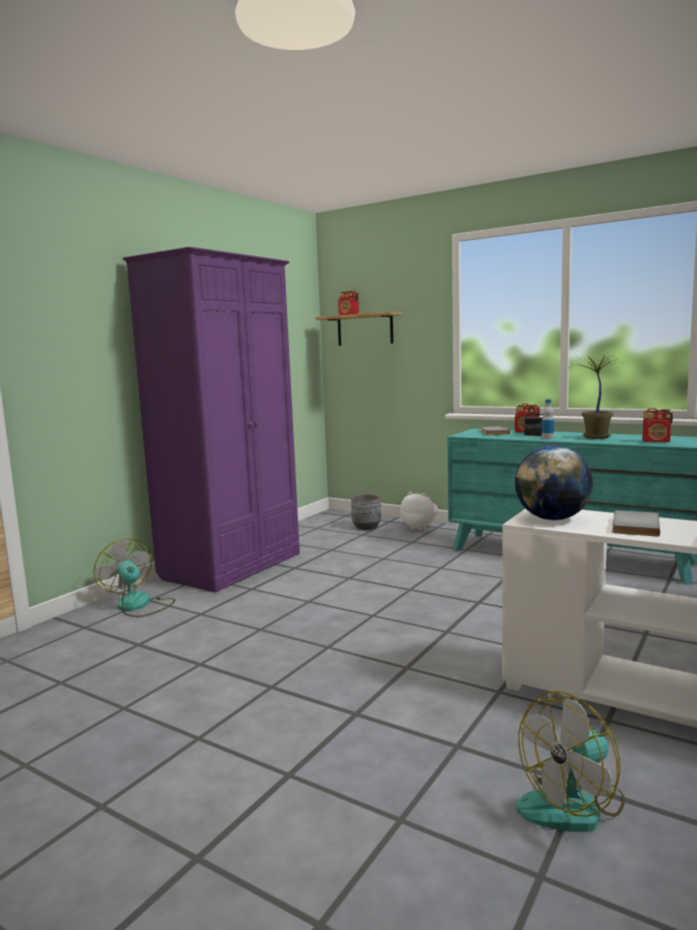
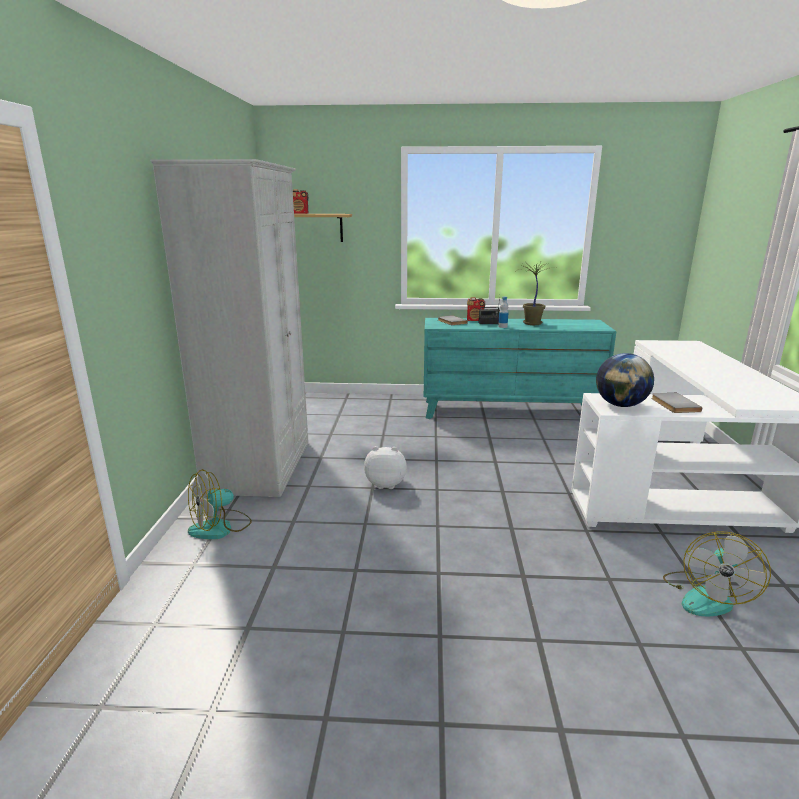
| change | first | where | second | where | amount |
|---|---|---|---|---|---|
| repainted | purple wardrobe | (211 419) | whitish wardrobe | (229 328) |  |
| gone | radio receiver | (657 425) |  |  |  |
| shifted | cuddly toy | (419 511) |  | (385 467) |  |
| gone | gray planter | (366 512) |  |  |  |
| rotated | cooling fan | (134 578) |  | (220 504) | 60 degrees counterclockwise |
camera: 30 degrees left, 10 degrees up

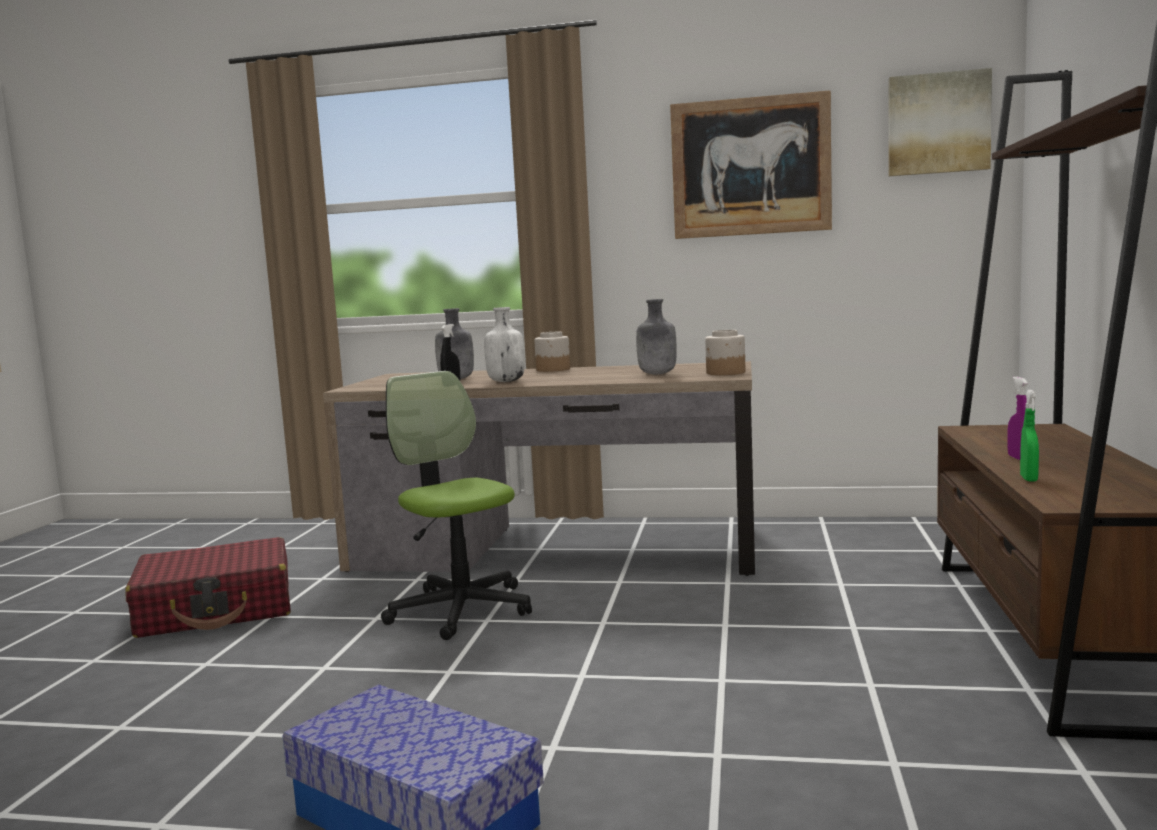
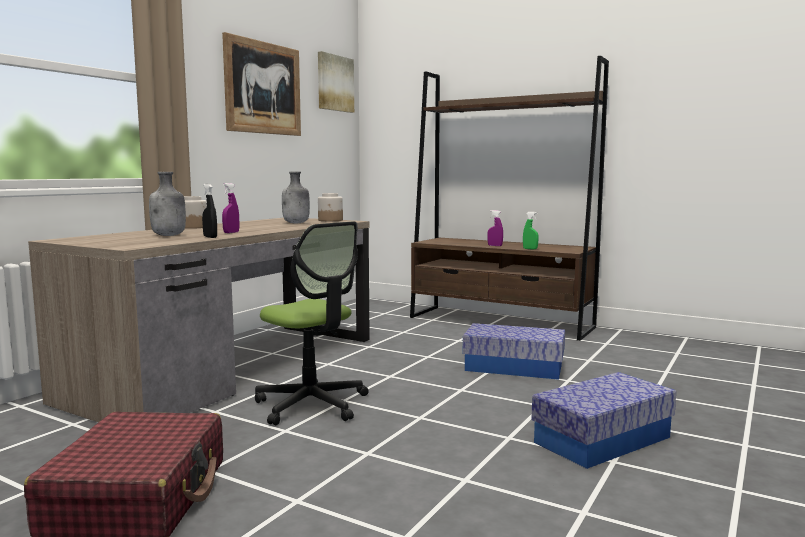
| change | first | where | second | where | amount |
|---|---|---|---|---|---|
| swapped | whitish bottle | (504 344) | purple hand sprayer | (230 208) |  |
| rotated | desk chair | (456 505) |  | (312 323) | 120 degrees counterclockwise |
| new |  |  | storage container | (514 351) |  |
camera: 70 degrees left, 0 degrees up

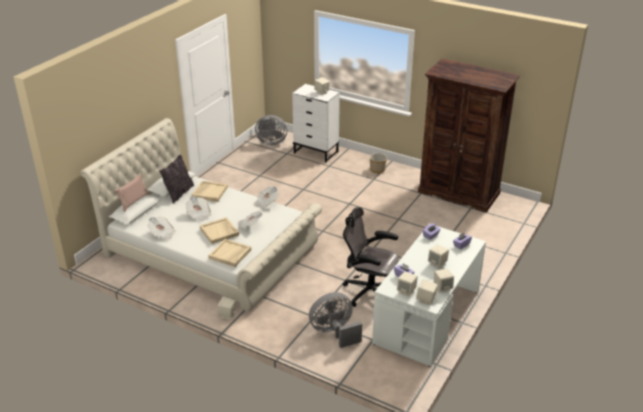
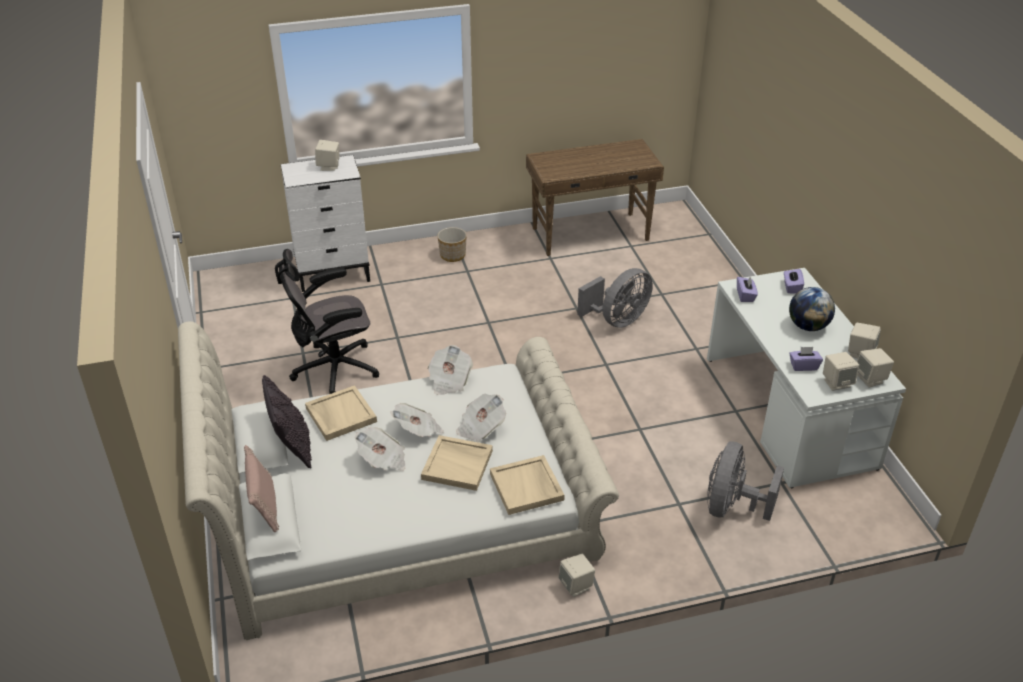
| change | first | where | second | where | amount |
|---|---|---|---|---|---|
| swapped | brown-coloured wardrobe | (469 135) | brown-coloured narrow table | (595 197) |  |
| shifted | gray cooling fan | (271 130) |  | (615 298) |  |
| shifted | desk chair | (371 257) |  | (327 321) |  |
| shifted | daily paper | (161 228) |  | (417 420) |  |
| swapped | beige-coloured loudspeaker | (438 256) | globe | (812 309) |  |
camera: 45 degrees left, 5 degrees up

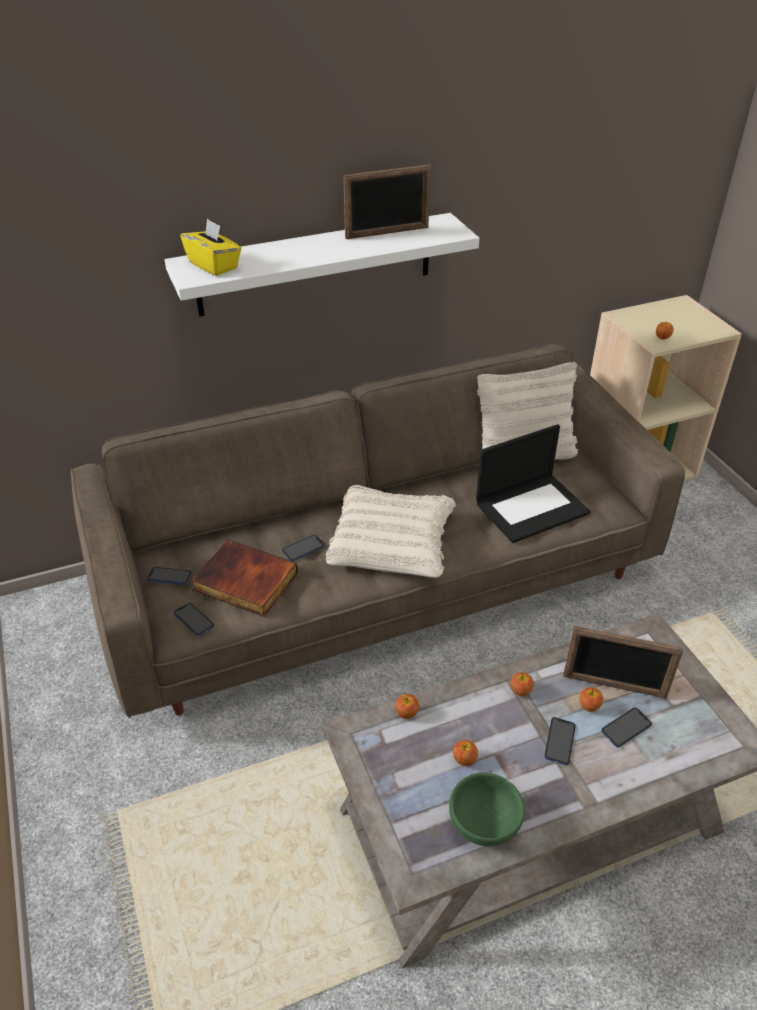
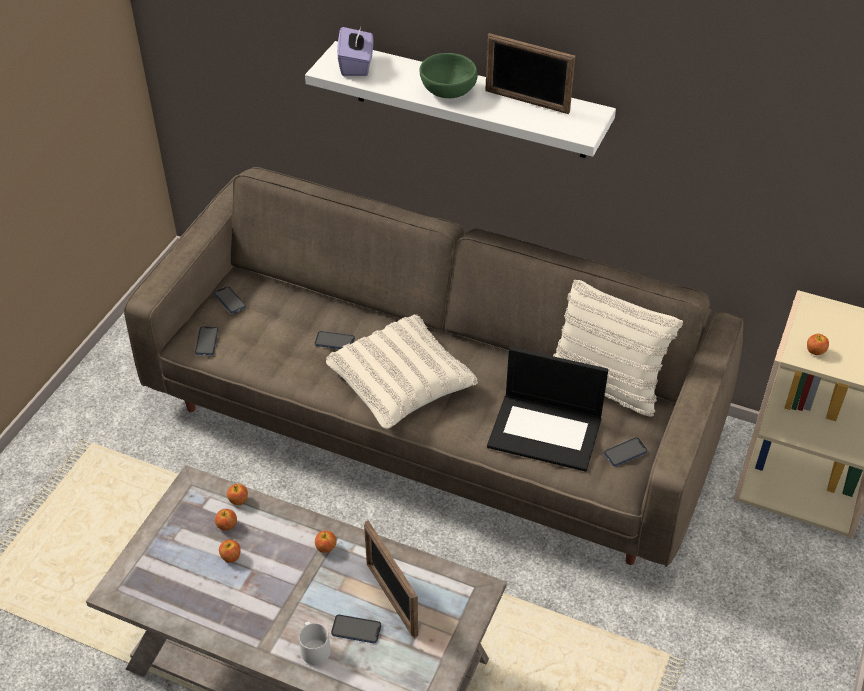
| change | first | where | second | where | amount |
|---|---|---|---|---|---|
| repainted | yellow-coloured box of tissues | (211 247) | purple box of tissues | (355 50) |  |
| gone | book | (244 578) |  |  |  |
| shifted | whole apple | (591 699) |  | (226 519) |  |
| shifted | handset | (560 741) |  | (626 451) |  |
| shifted | green-coloured bowl | (487 809) |  | (449 75) |  |
| new |  |  | gray coffee mug | (315 643) |  |
camera: 45 degrees right, 5 degrees up

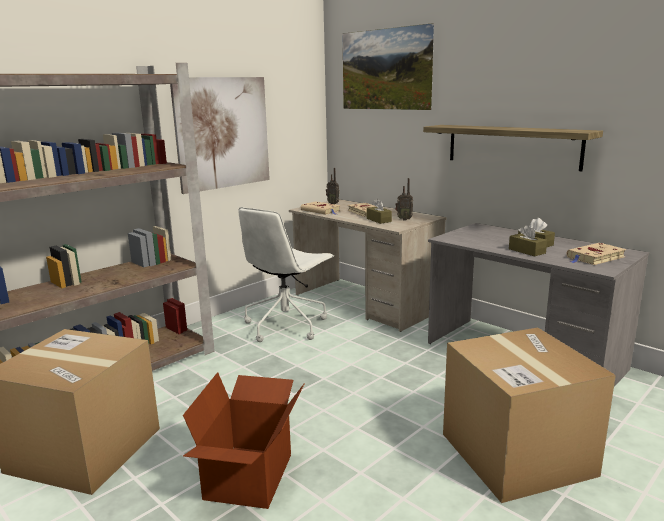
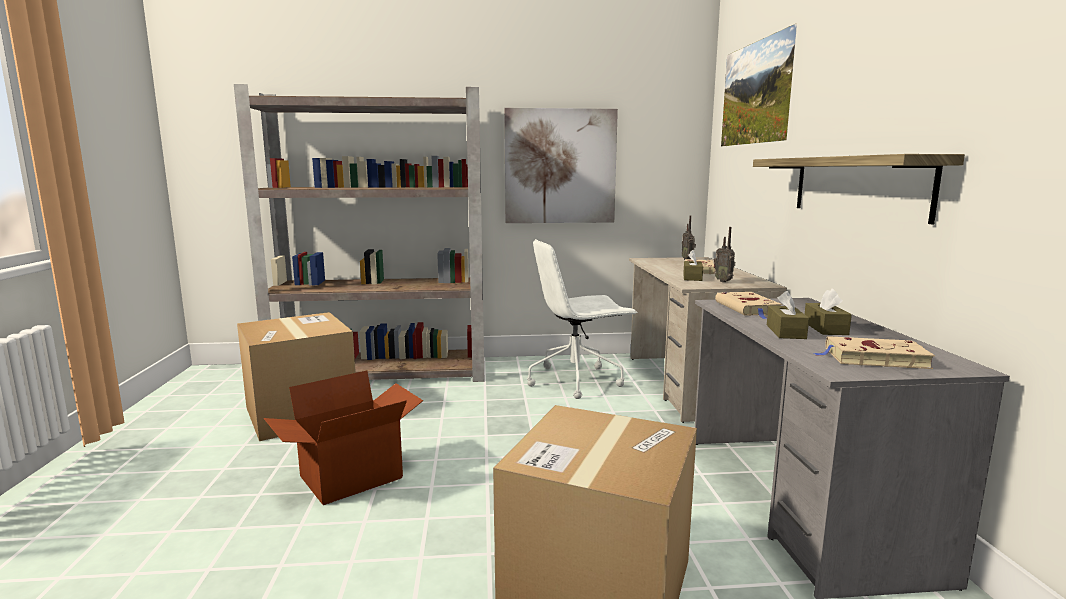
| change | first | where | second | where | amount |
|---|---|---|---|---|---|
| shifted | beige-coloured book | (320 208) |  | (748 305) |  |
camera: 40 degrees right, 5 degrees down

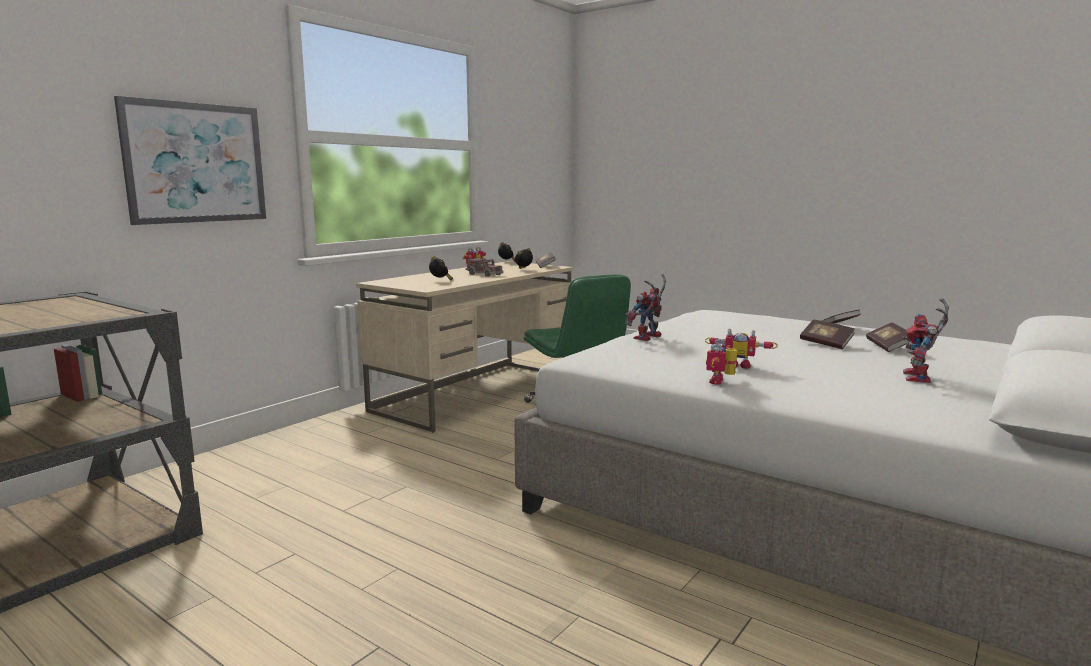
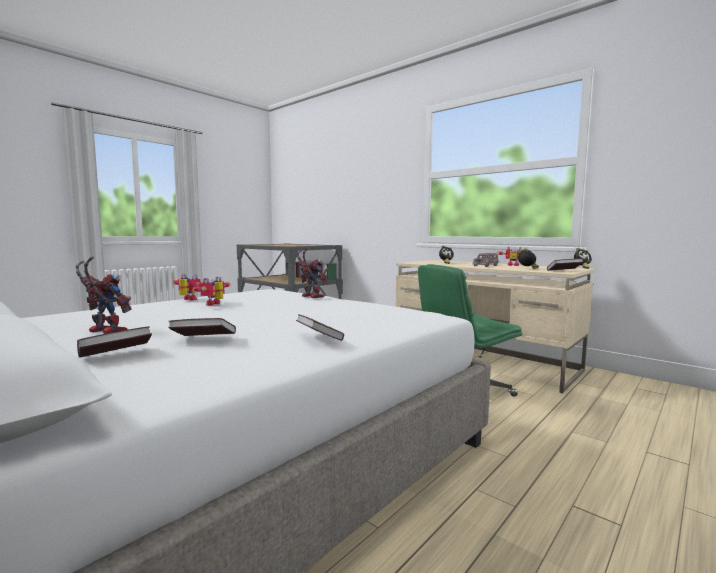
| change | first | where | second | where | amount |
|---|---|---|---|---|---|
| gone | wall art | (190 160) |  |  |  |
| shifted | book | (827 334) |  | (114 342) |  |
camera: 95 degrees right, 5 degrees down

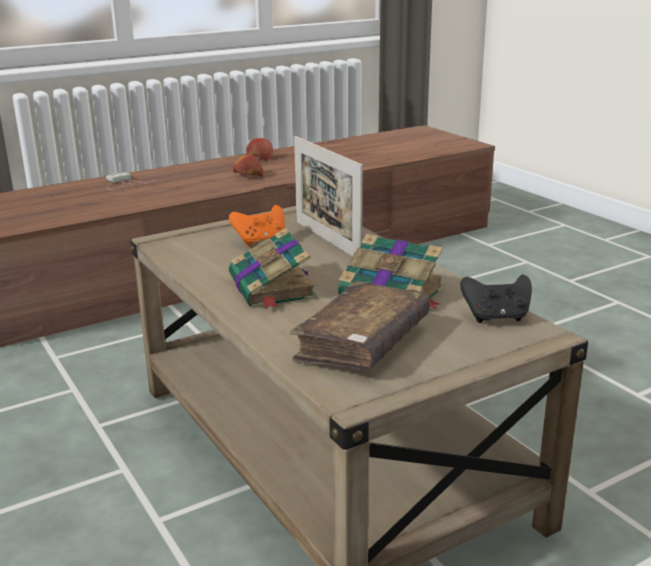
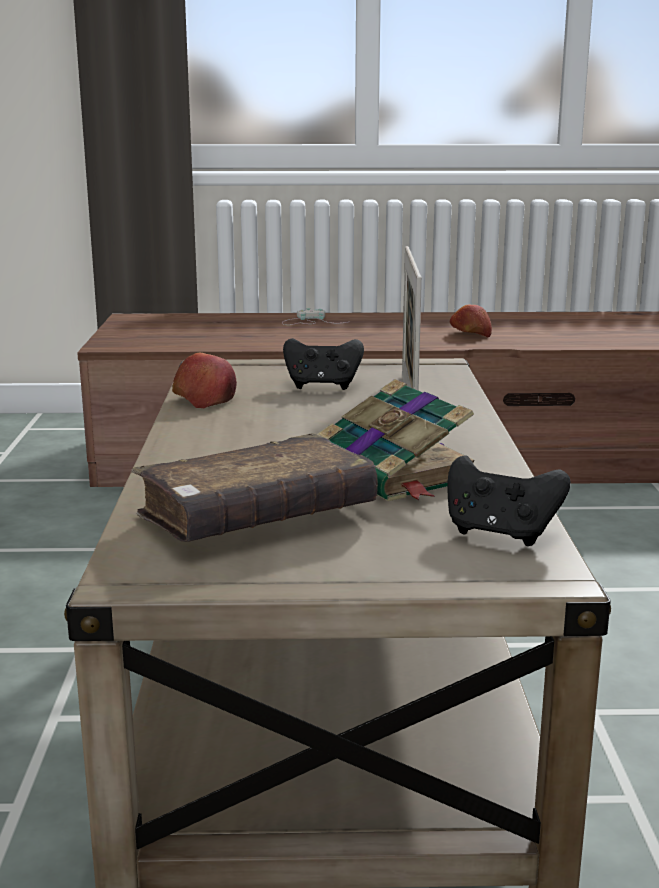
| change | first | where | second | where | amount |
|---|---|---|---|---|---|
| shifted | whole apple | (259 149) |  | (204 380) |  |
| repainted | orange-coloured joypad | (257 226) | blackish joypad | (323 364) |  |
| gone | book | (273 268) |  |  |  |
camera: 30 degrees right, 5 degrees down

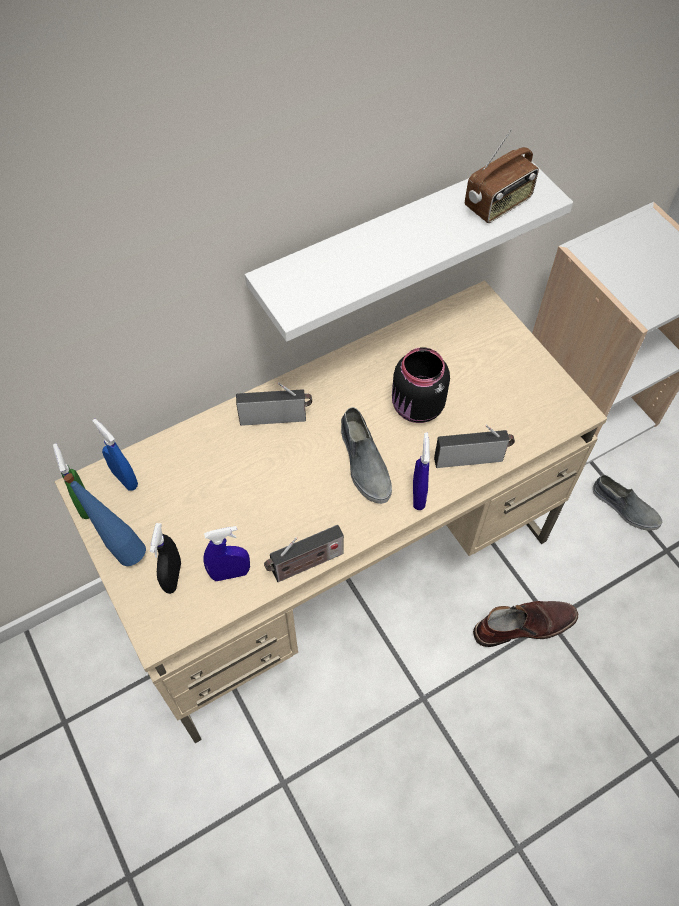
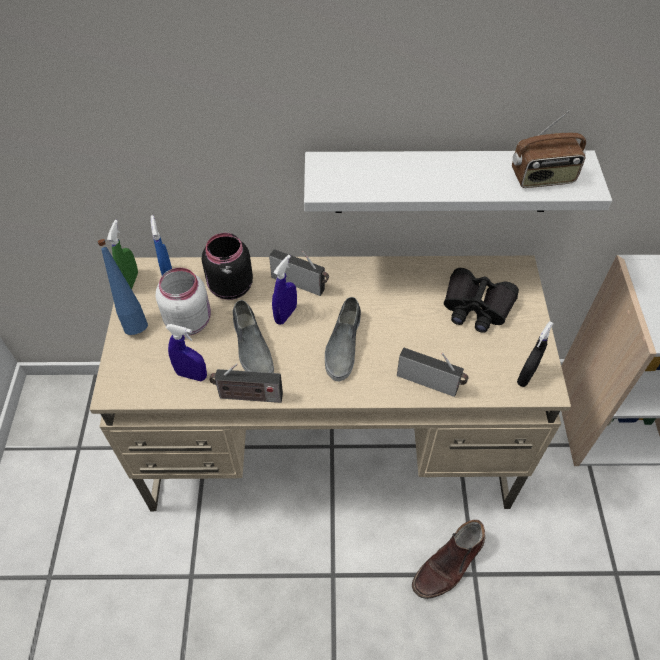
| change | first | where | second | where | amount |
|---|---|---|---|---|---|
| shifted | blackish preserve jar | (421 385) |  | (227 266) |  |
| shifted | bluish hand sprayer | (421 471) |  | (284 290) |  |
| shifted | gray item of footwear | (627 503) |  | (253 336) |  |
| shifted | blackish hand sprayer | (165 558) |  | (535 354) |  |
| rotated | brown-coloured boot | (525 624) |  | (448 559) | 120 degrees clockwise |
| new |  |  | whitish preserve jar | (183 302) |  |
| new |  |  | blackish field glasses | (481 300) |  |
camera: 30 degrees right, 5 degrees down

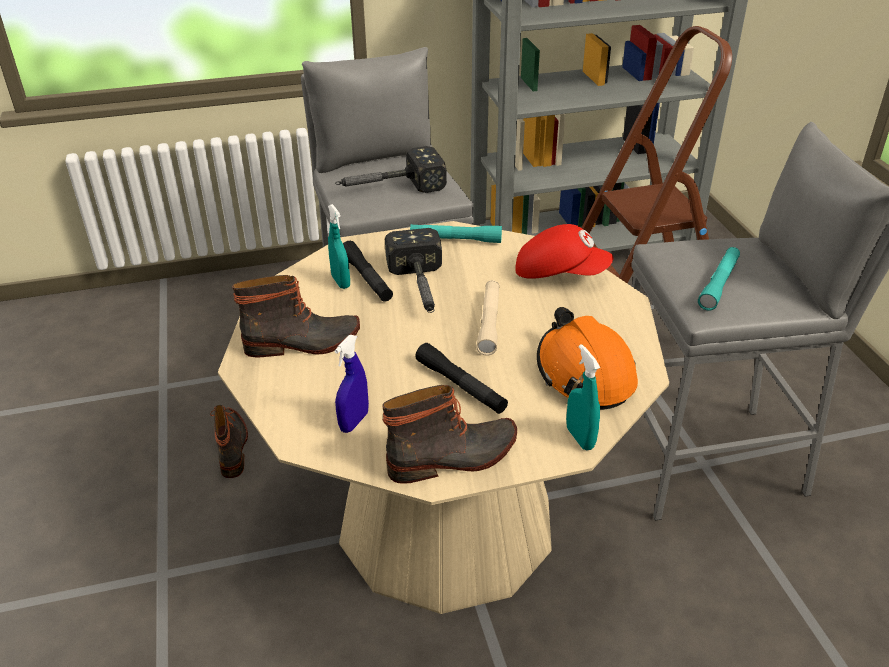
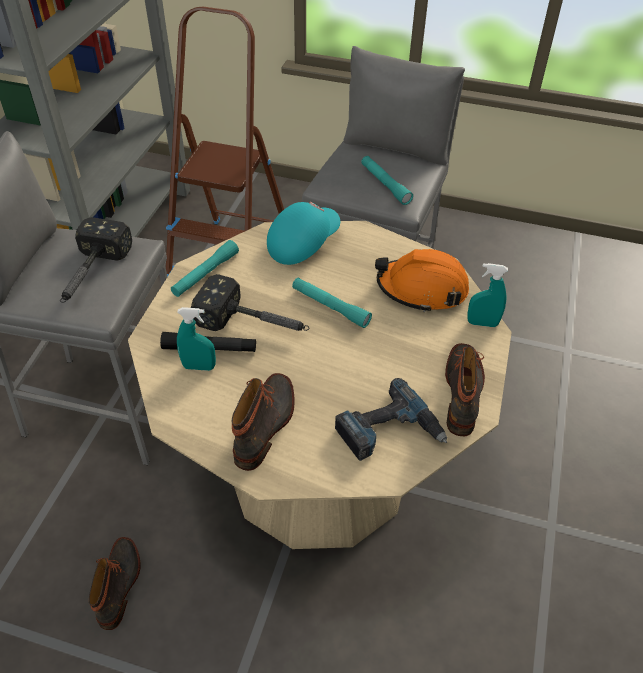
| change | first | where | second | where | amount |
|---|---|---|---|---|---|
| repainted | red-coloured cap | (564 251) | turquoise-coloured cap | (303 233) |  |
| repainted | beige-coloured torch | (488 318) | turquoise-coloured torch | (332 303) |  |
| swapped | bluish hand sprayer | (351 384) | drill | (391 419) |  |
| gone | blackish torch | (461 378) |  |  |  |
| rotated | boot | (229 441) |  | (115 583) | 75 degrees clockwise |
camera: 60 degrees left, 10 degrees up

